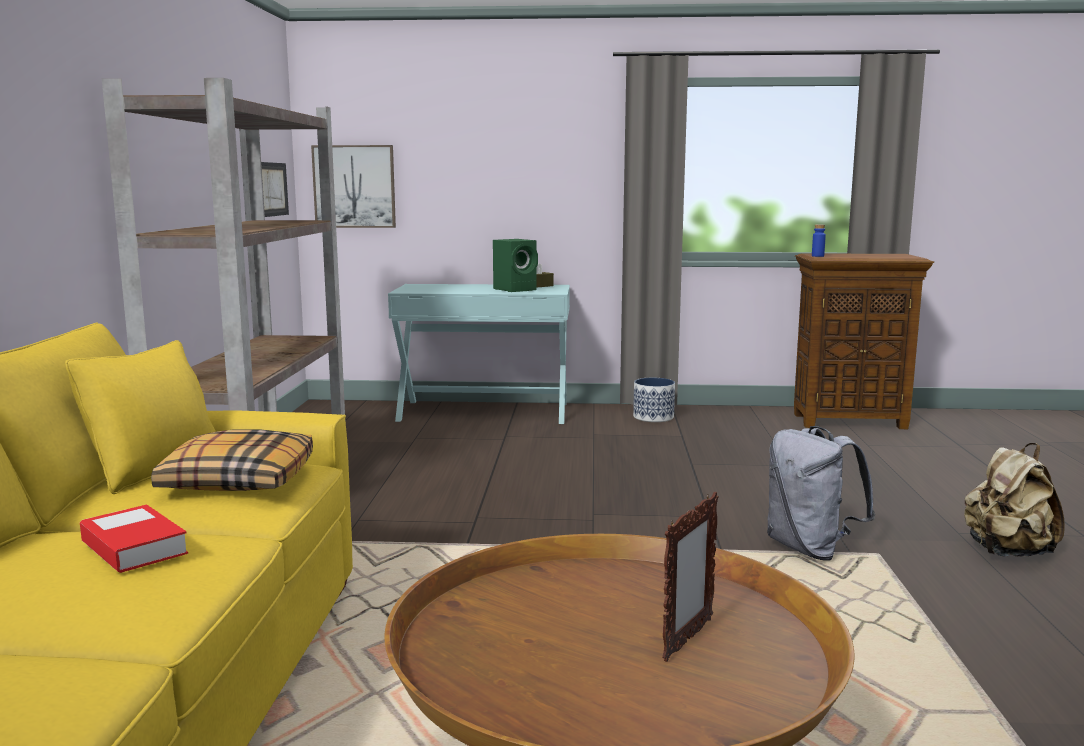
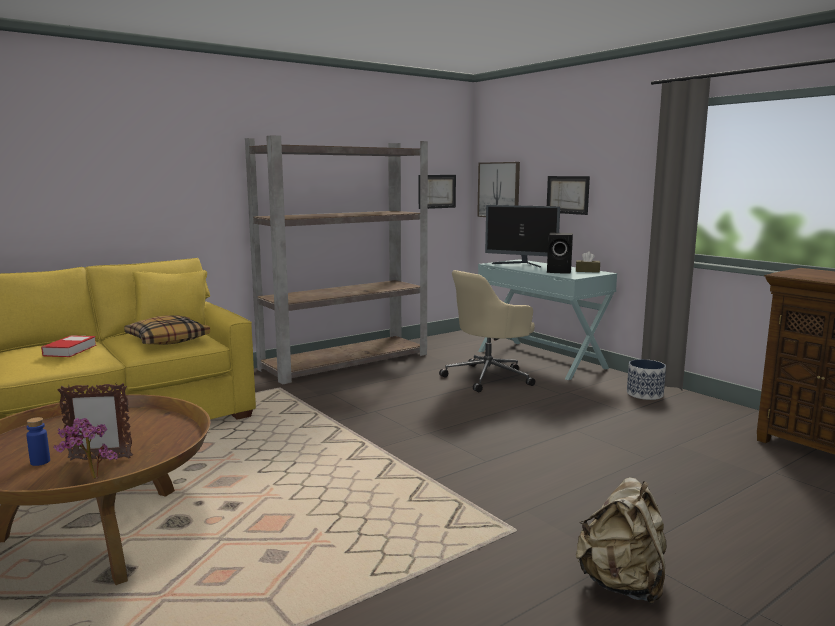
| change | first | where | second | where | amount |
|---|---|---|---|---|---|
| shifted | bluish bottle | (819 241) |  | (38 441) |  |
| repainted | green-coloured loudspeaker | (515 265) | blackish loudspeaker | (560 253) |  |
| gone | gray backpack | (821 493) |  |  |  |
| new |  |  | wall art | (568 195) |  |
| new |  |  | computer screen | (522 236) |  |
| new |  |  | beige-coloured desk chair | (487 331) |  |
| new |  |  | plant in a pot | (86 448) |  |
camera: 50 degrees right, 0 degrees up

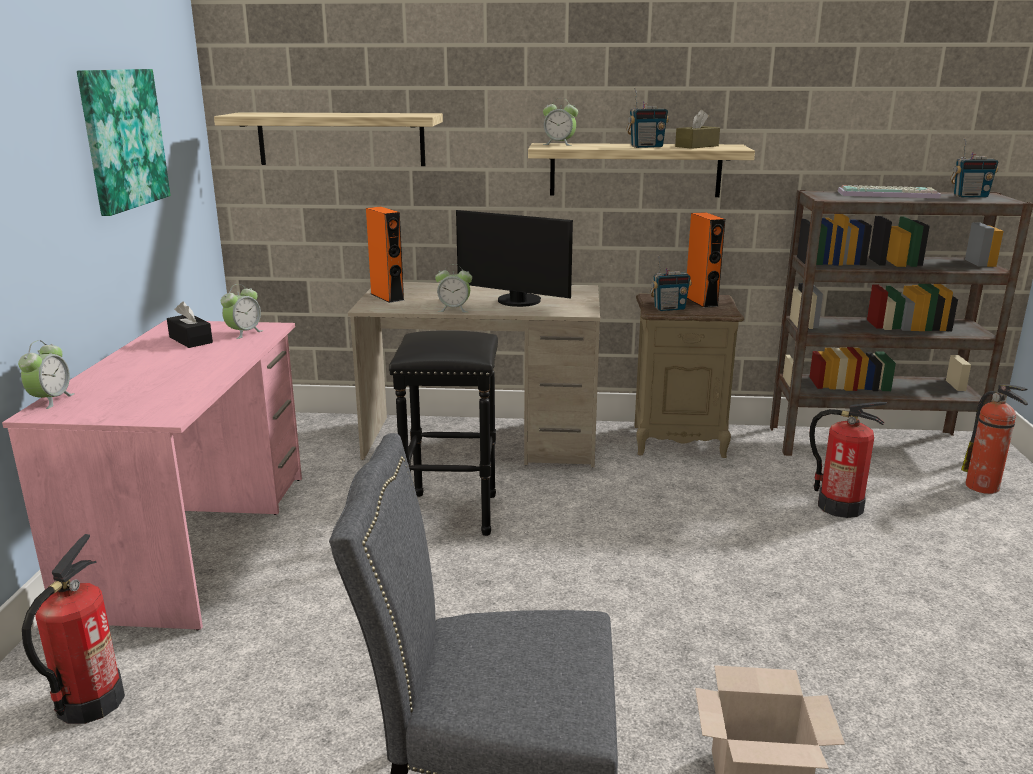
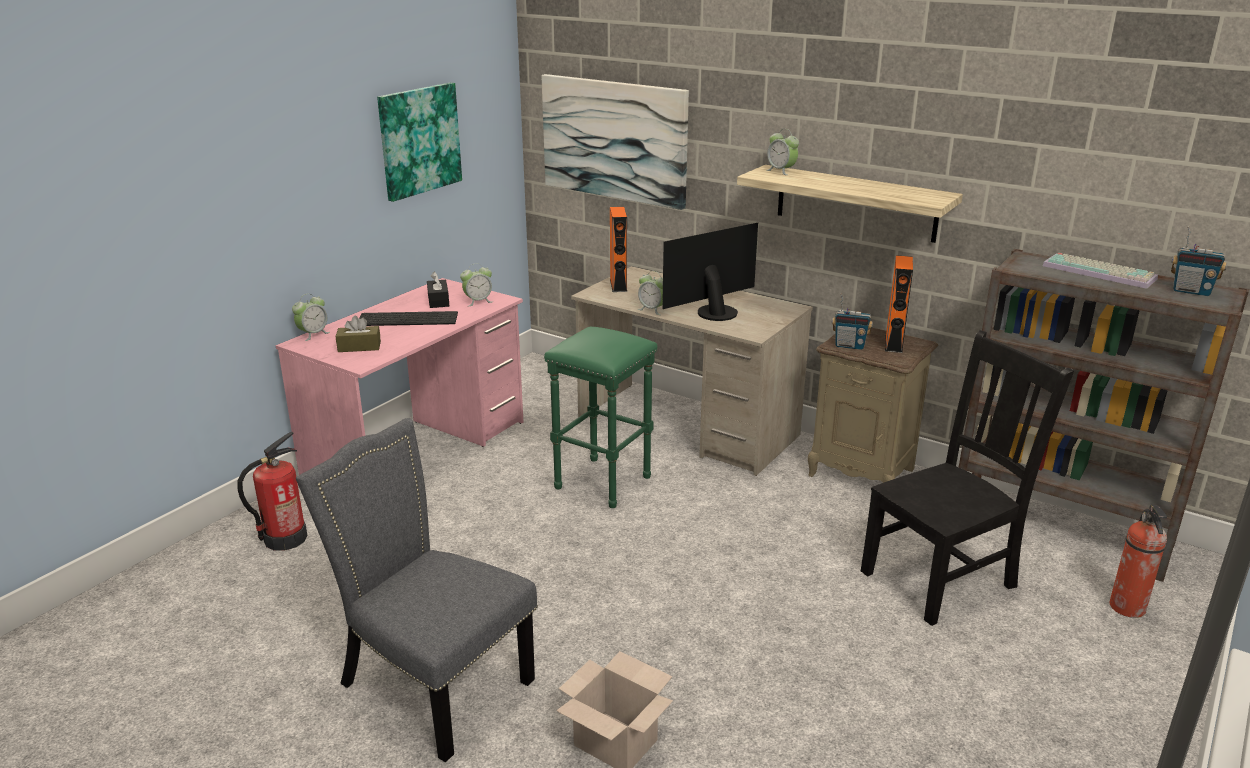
| change | first | where | second | where | amount |
|---|---|---|---|---|---|
| gone | radio receiver | (647 118) |  |  |  |
| shifted | brown-coloured box of tissues | (697 129) |  | (358 334) |  |
| swapped | bracket shelf | (328 139) | wall art | (615 142) |  |
| rotated | computer screen | (514 258) |  | (710 272) | 90 degrees clockwise |
| repainted | blackish sitting stool | (443 433) | green-coloured sitting stool | (600 417) |  |
| swapped | fire-fighting cylinder | (848 460) | blackish plain chair | (967 478) |  |
| new |  |  | PC keyboard | (408 318) |  |
camera: 30 degrees right, 5 degrees up

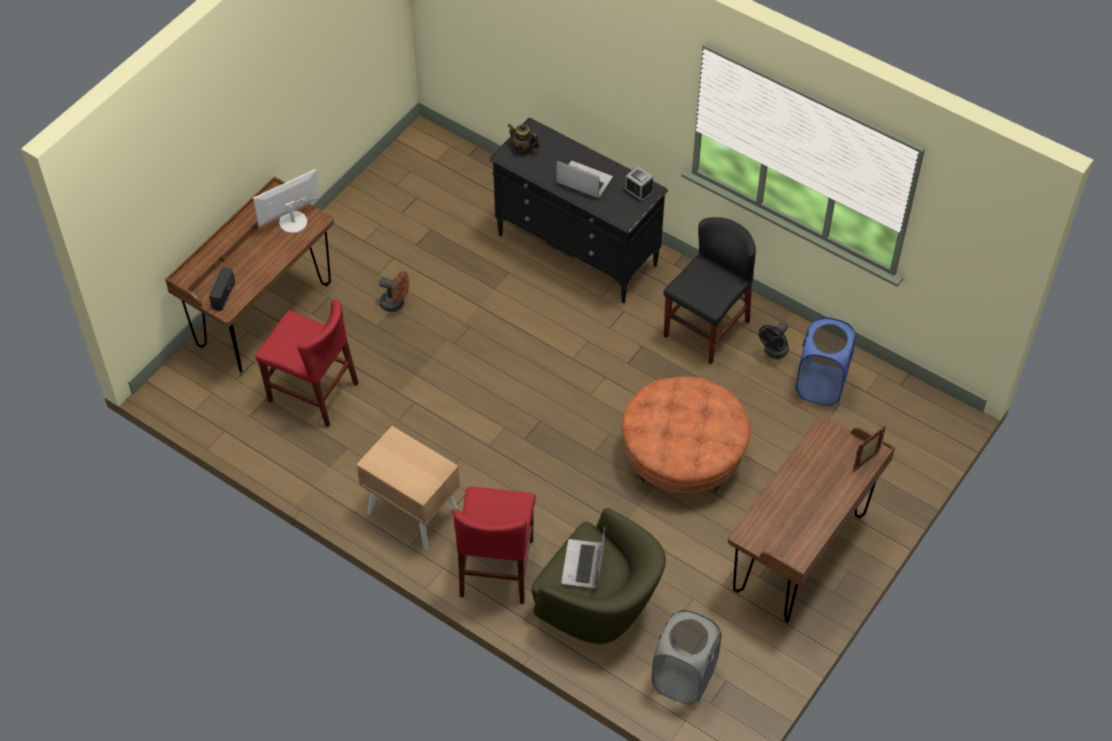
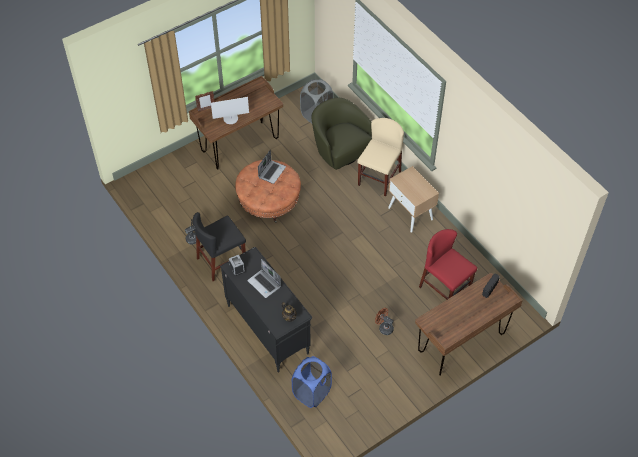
| change | first | where | second | where | amount |
|---|---|---|---|---|---|
| shifted | computer screen | (287 201) |  | (230 110) |  |
| shifted | bluish hamper | (825 361) |  | (312 382) |  |
| repainted | red-coloured plain chair | (494 545) | beige-coloured plain chair | (380 157) |  |
| shifted | notebook computer | (583 557) |  | (272 167) |  |
camera: 160 degrees left, 0 degrees up

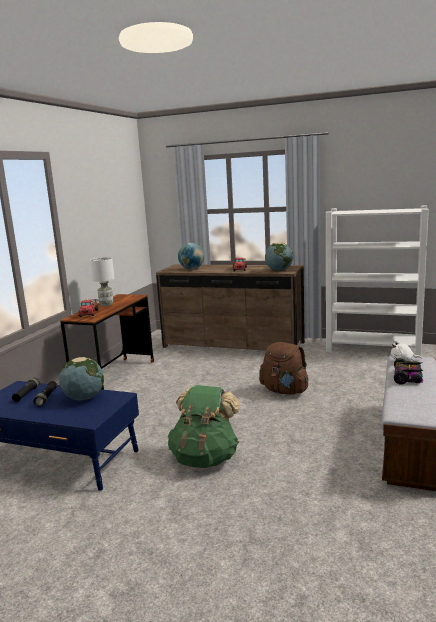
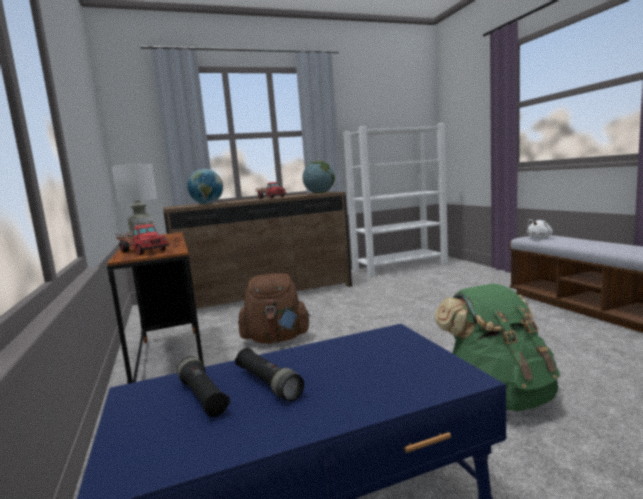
| change | first | where | second | where | amount |
|---|---|---|---|---|---|
| shifted | brown-coloured backpack | (283 368) |  | (274 309) |  |
| gone | globe | (81 379) |  |  |  |
| gone | miniature car | (408 371) |  |  |  |
camera: 40 degrees left, 5 degrees down

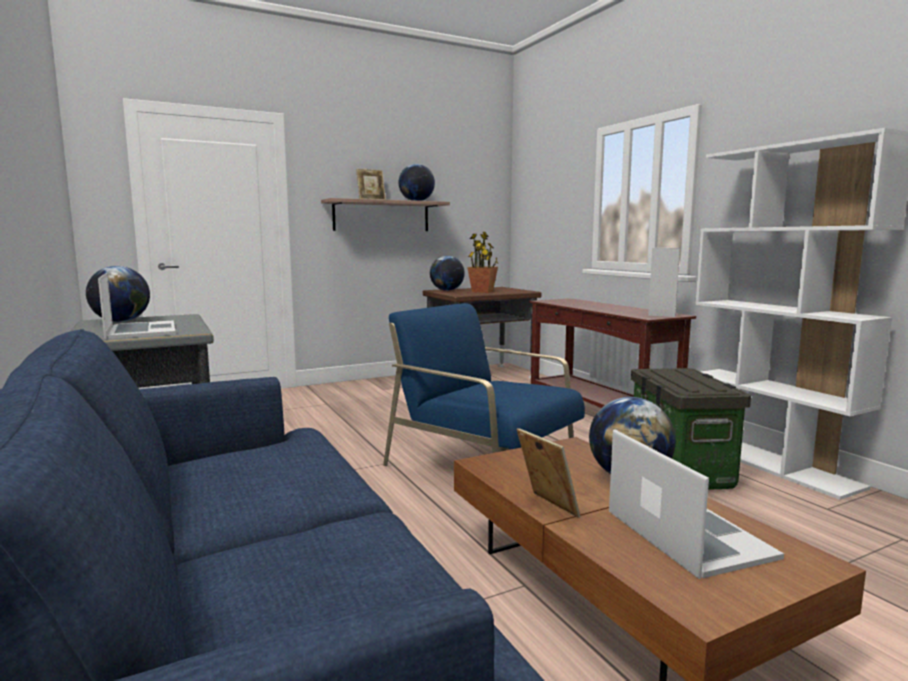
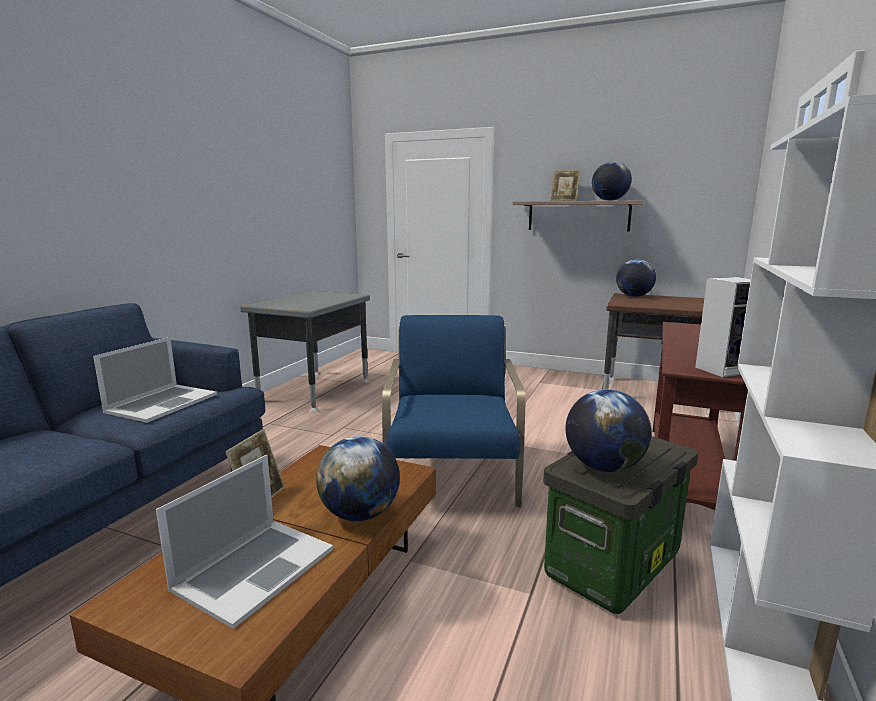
| change | first | where | second | where | amount |
|---|---|---|---|---|---|
| gone | plant in a pot | (482 262) |  |  |  |
| shifted | globe | (118 294) |  | (609 430) |  |
| shifted | notebook computer | (137 306) |  | (155 380) |  |
camera: 50 degrees right, 5 degrees up

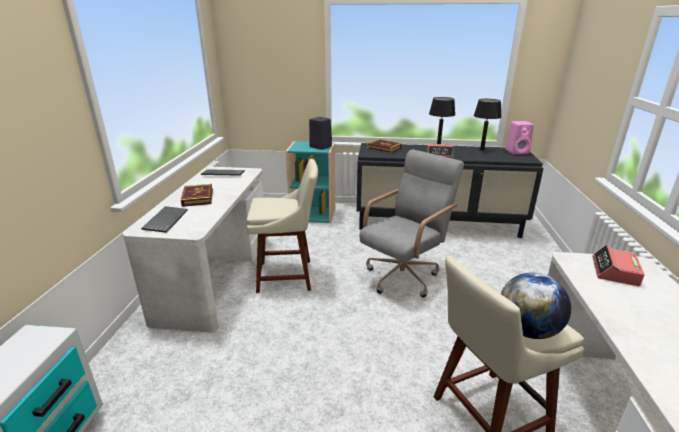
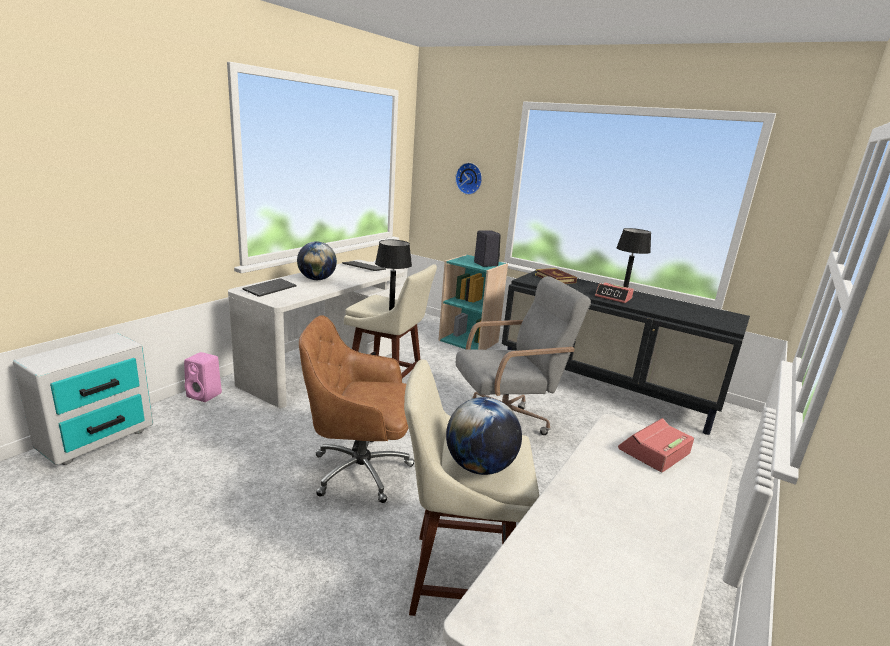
| change | first | where | second | where | amount |
|---|---|---|---|---|---|
| shifted | blackish tabletop lamp | (487 125) |  | (393 275) |  |
| shifted | pink-coloured loudspeaker | (519 137) |  | (203 377) |  |
| swapped | book | (197 195) | globe | (317 260) |  |
| new |  |  | clock on the wall | (468 179) |  |
| new |  |  | brown-coloured desk chair | (356 409) |  |
camera: 25 degrees right, 5 degrees down

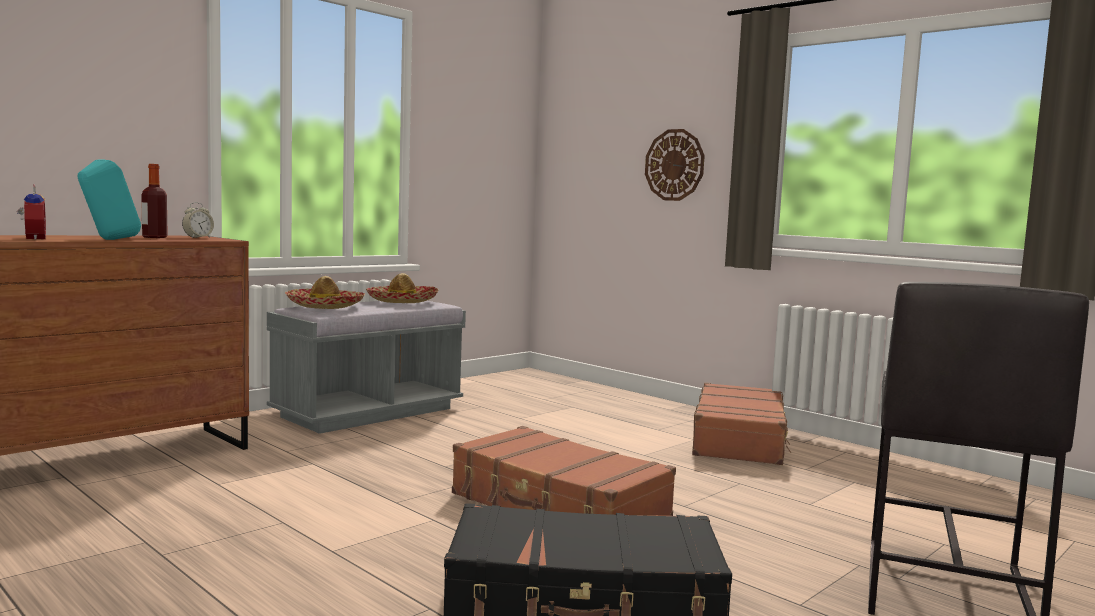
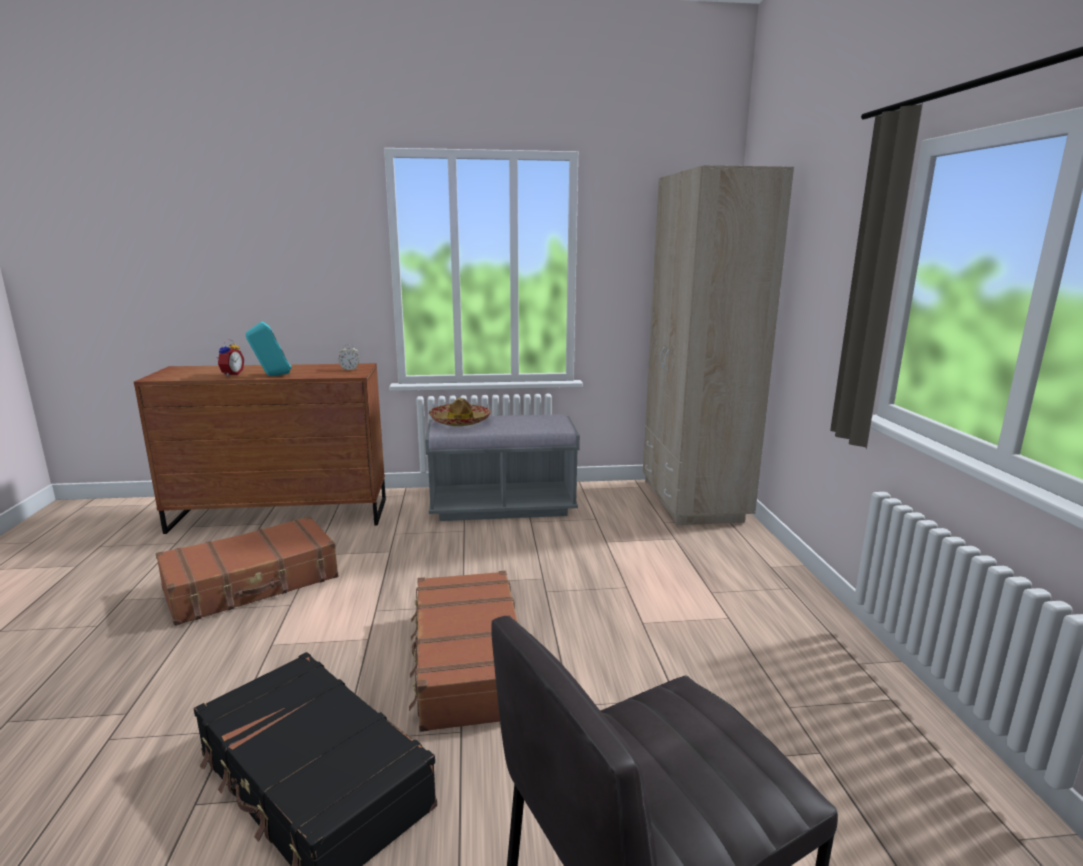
| change | first | where | second | where | amount |
|---|---|---|---|---|---|
| gone | clock on the wall | (675 165) |  |  |  |
| gone | bottle | (154 201) |  |  |  |
| gone | clothing hat | (402 288) |  |  |  |
| shifted | brown-coloured suitcase | (741 423) |  | (247 571) |  |
| new |  |  | beige-coloured wardrobe | (718 345) |  |
camera: 40 degrees right, 10 degrees up

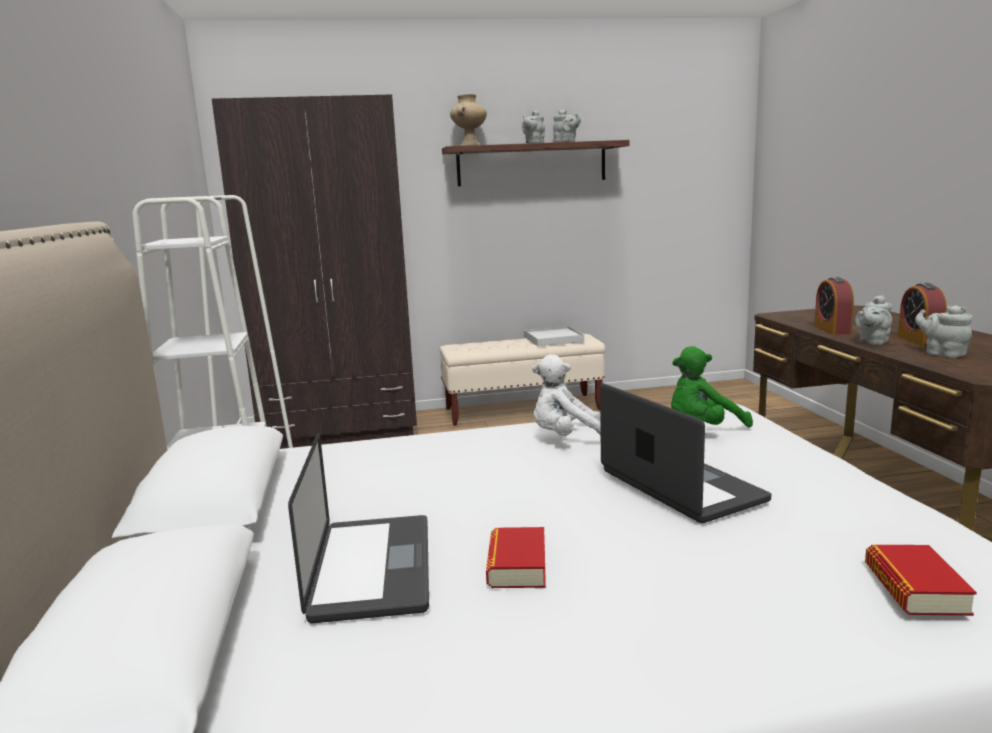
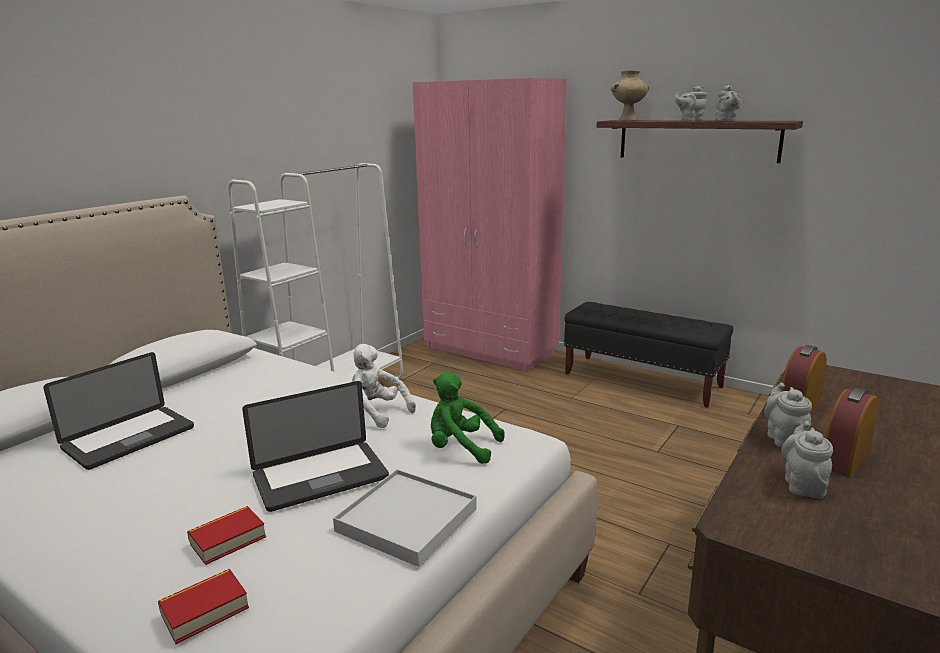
| change | first | where | second | where | amount |
|---|---|---|---|---|---|
| repainted | brown-coloured wardrobe | (314 271) | pink-coloured wardrobe | (490 225) |  |
| rotated | gray pot for tea | (873 320) |  | (788 415) | 90 degrees clockwise |
| shifted | whitish tray | (554 336) |  | (405 518) |  |
| repainted | beige-coloured bench | (522 379) | blackish bench | (648 354) |  |
| rotated | notebook computer | (685 453) |  | (315 446) | 45 degrees clockwise |
| shifted | book | (516 557) |  | (226 535) |  |
camera: 45 degrees right, 5 degrees up

